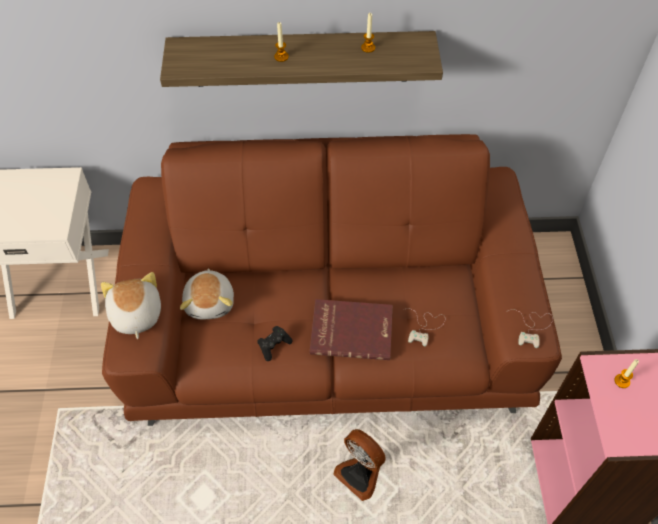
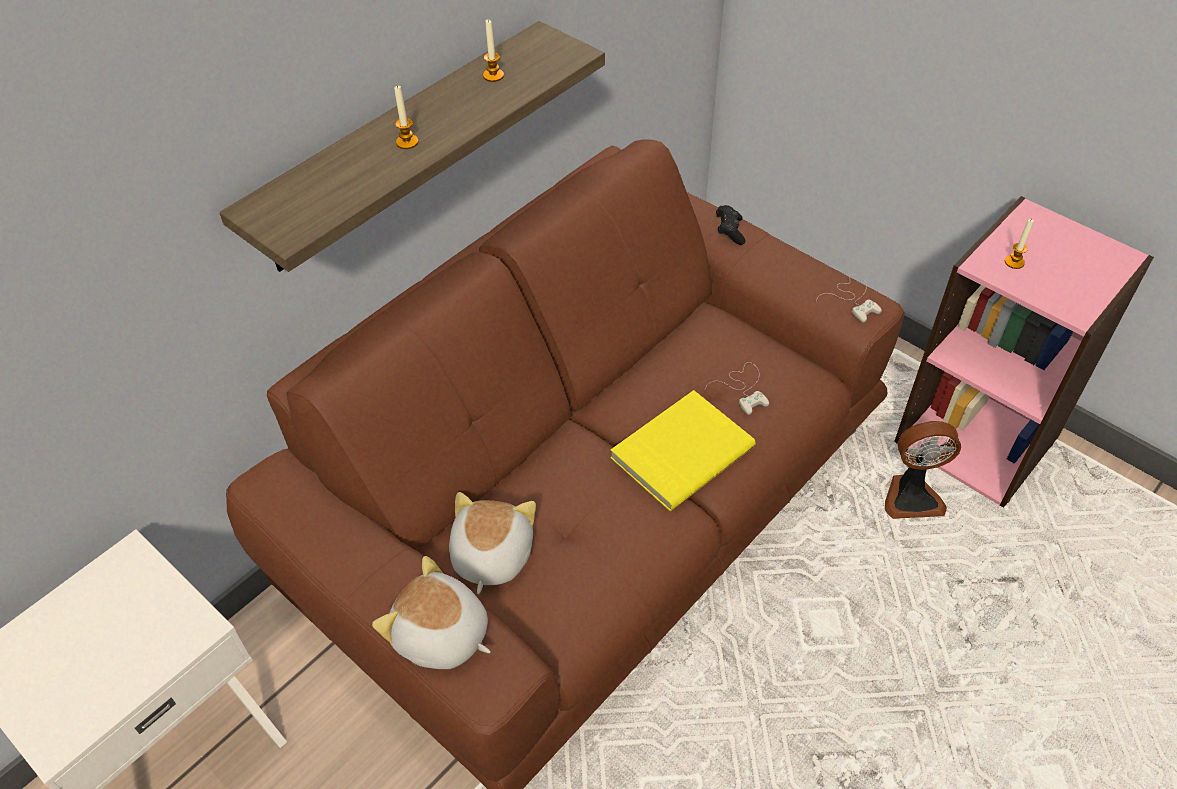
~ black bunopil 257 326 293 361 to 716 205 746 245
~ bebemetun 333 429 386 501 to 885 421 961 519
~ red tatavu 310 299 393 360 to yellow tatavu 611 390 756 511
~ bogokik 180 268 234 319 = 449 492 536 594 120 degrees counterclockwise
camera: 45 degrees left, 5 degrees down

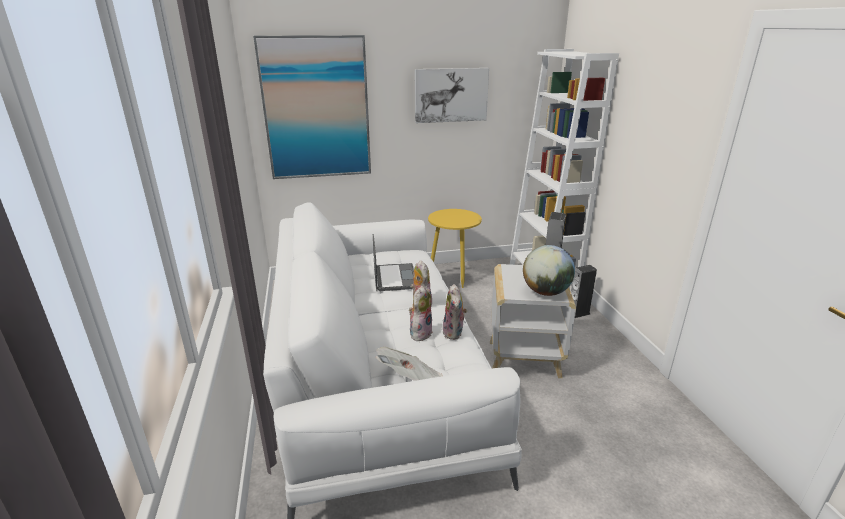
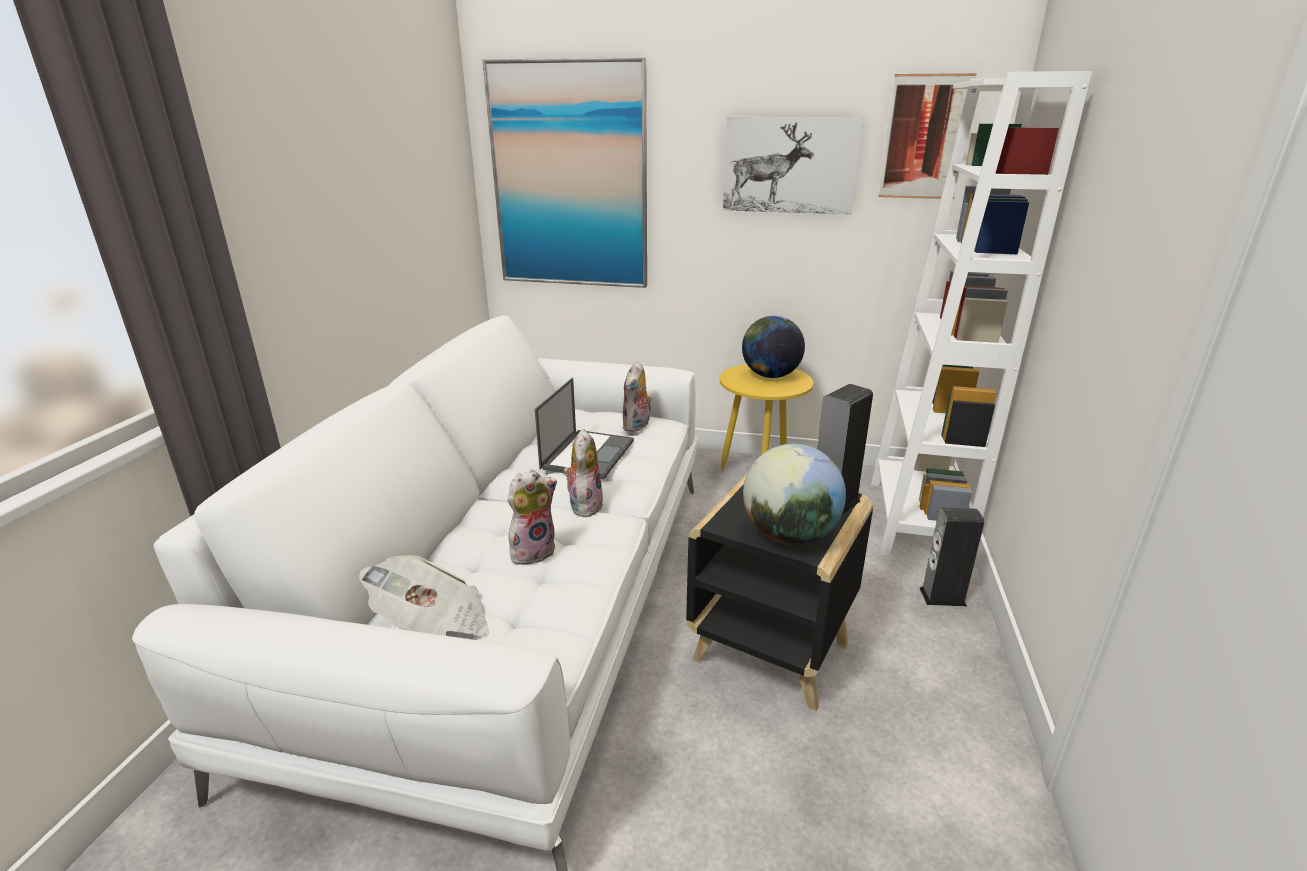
+ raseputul 742 316 805 378
+ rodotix 878 73 977 199
~ bogokik 442 284 467 340 to 622 361 652 432
~ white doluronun 490 264 576 378 to black doluronun 686 474 873 711
camera: 25 degrees right, 0 degrees up

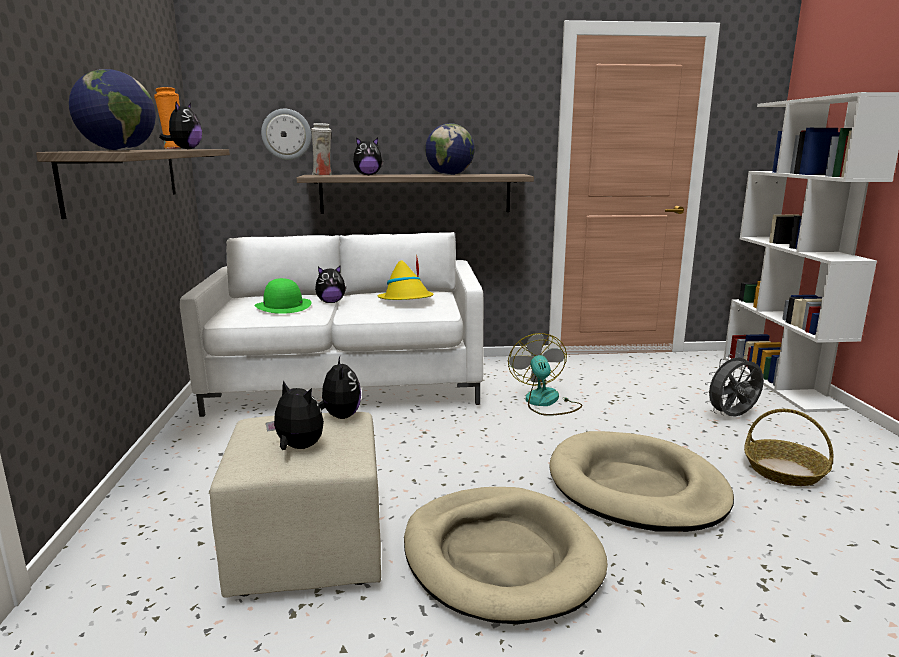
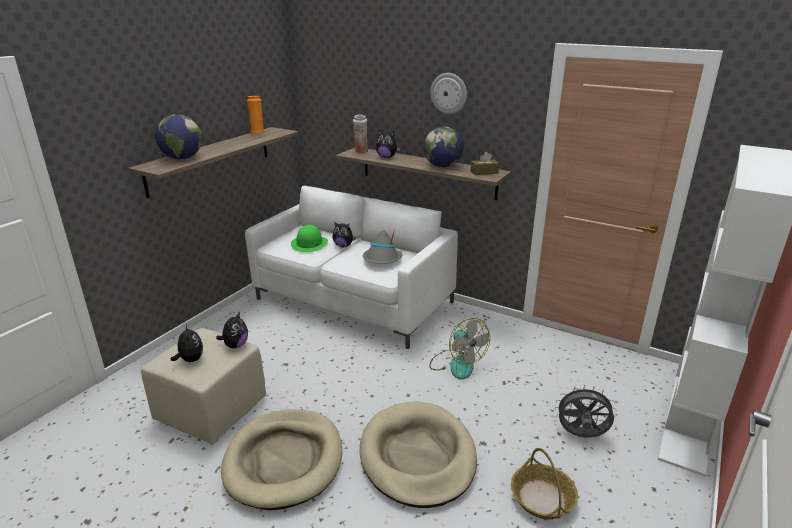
- bogokik 159 102 202 149
+ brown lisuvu 471 152 499 175
~ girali 261 109 311 160 to 430 73 467 114
~ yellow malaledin 378 258 433 300 to grey malaledin 363 228 403 264
~ bebemetun 508 333 582 416 = 429 318 490 380 120 degrees clockwise
camera: 35 degrees right, 10 degrees up

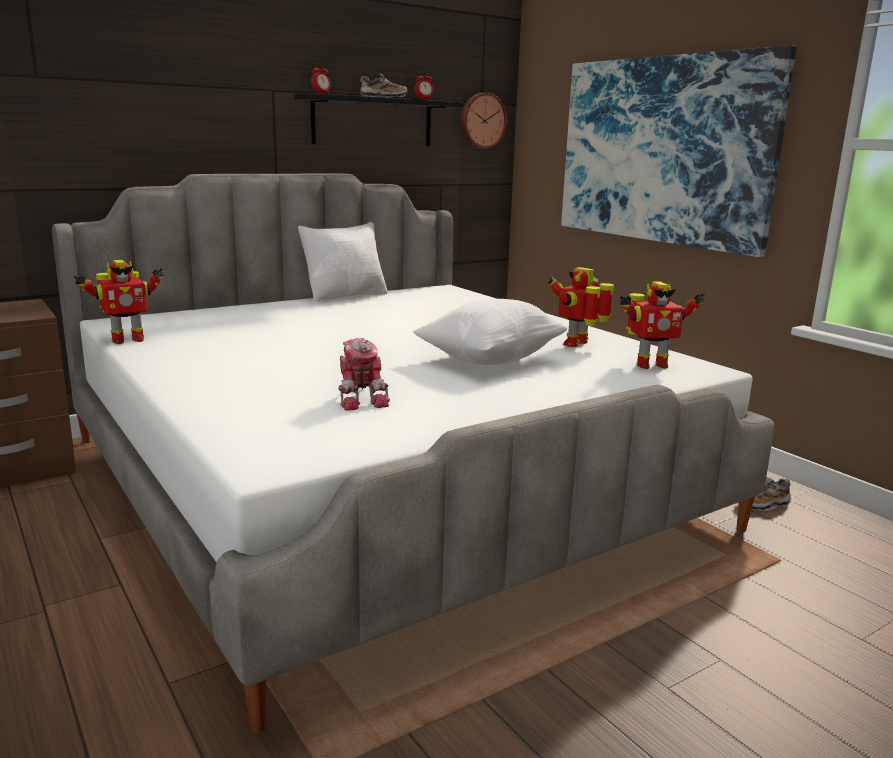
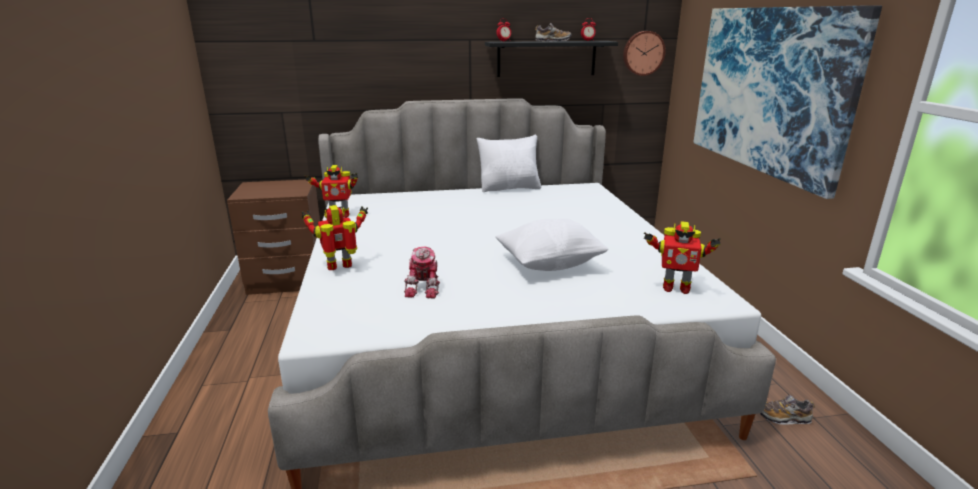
~ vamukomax 548 267 614 347 to 301 205 368 270
camera: 25 degrees right, 5 degrees up

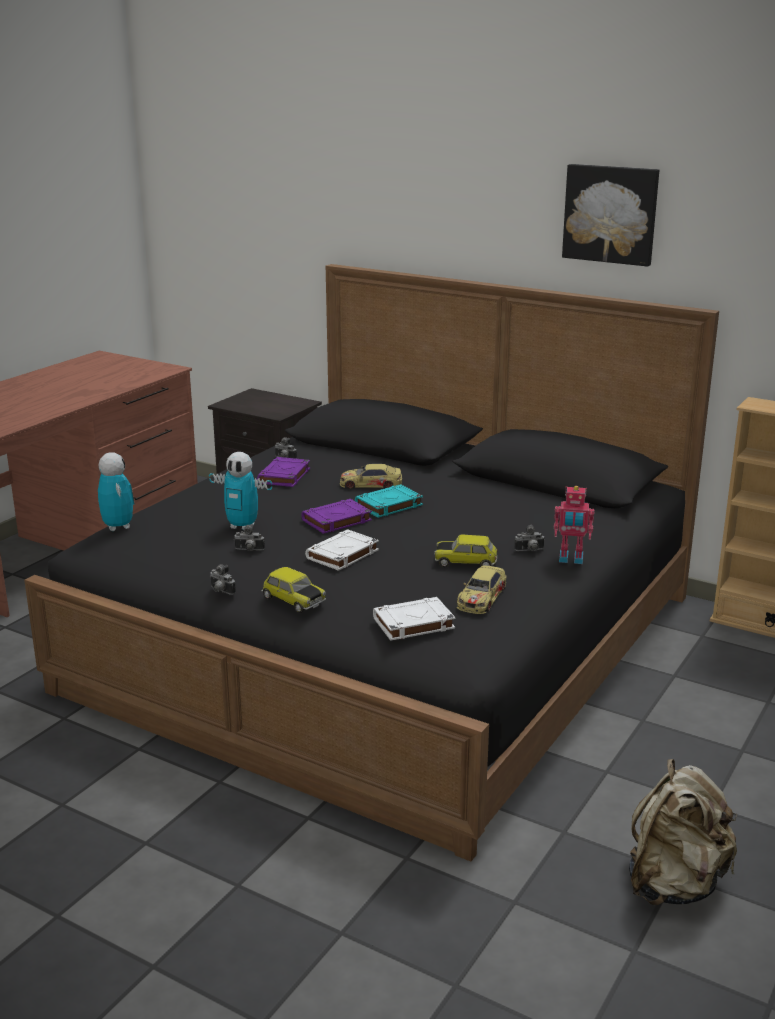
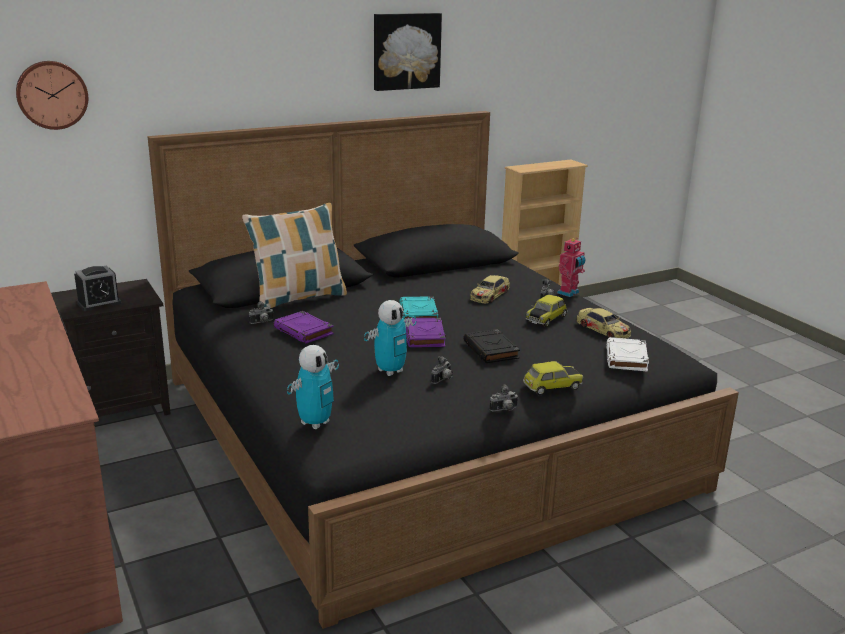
- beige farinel 629 759 737 905
+ girali 16 61 88 130
+ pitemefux 74 266 121 311
+ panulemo 242 203 347 308
~ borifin 340 464 402 489 to 470 275 510 303
~ white tatavu 305 529 379 571 to black tatavu 463 329 520 363
~ vamukomax 98 452 134 531 = 287 345 339 429 120 degrees clockwise
camera: 60 degrees left, 0 degrees up

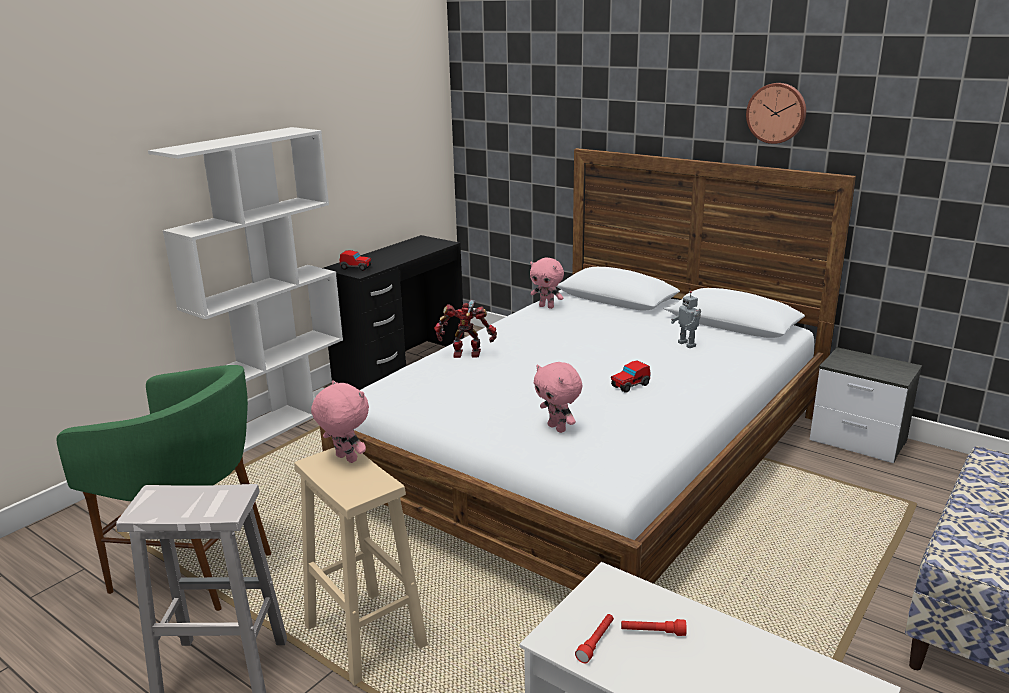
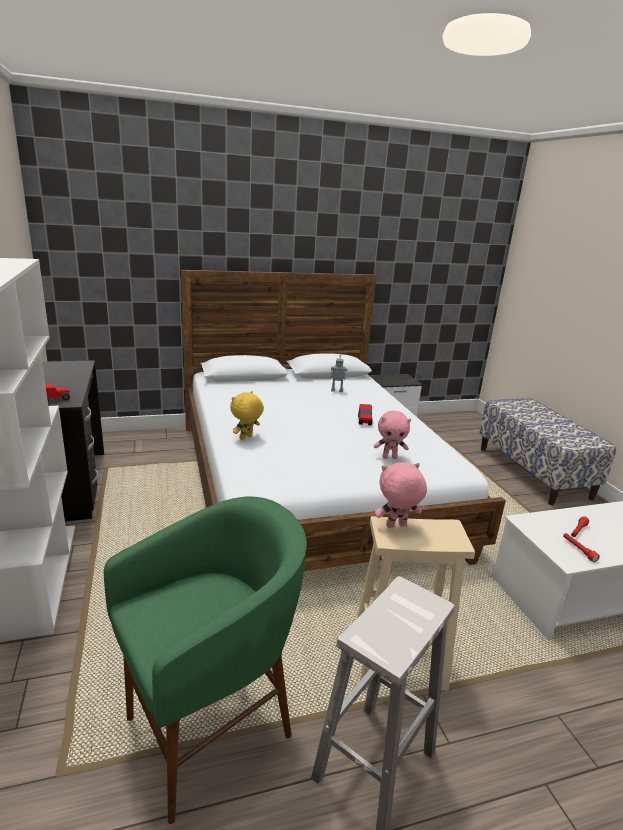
- pink bogokik 530 258 564 309
- girali 746 83 806 144
~ vamukomax 434 300 497 358 to yellow bogokik 230 391 264 440
camera: 55 degrees left, 0 degrees up

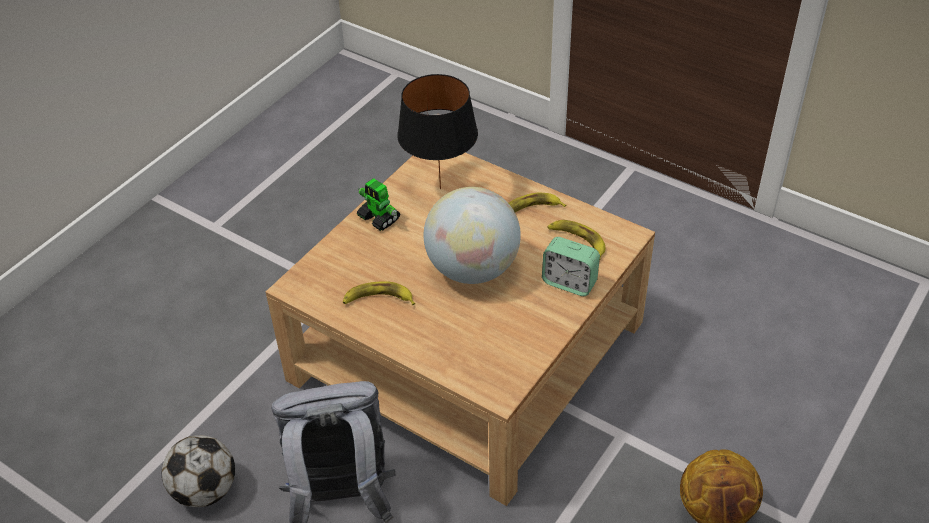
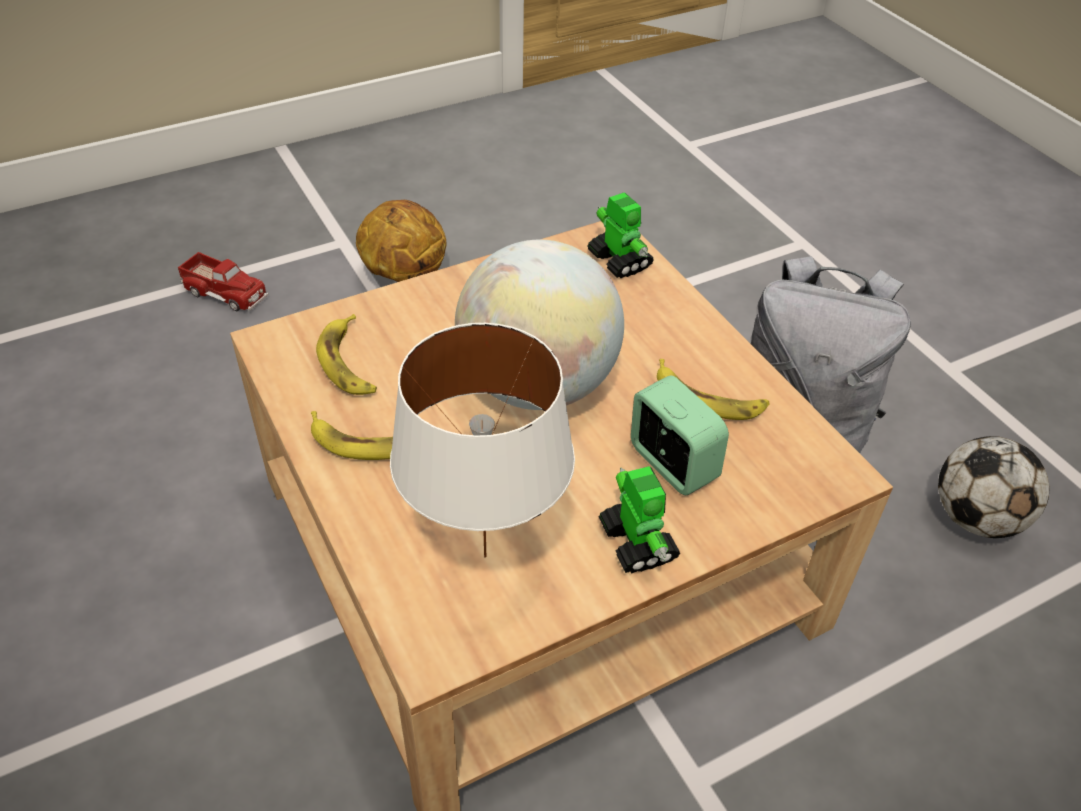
+ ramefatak 178 252 269 311
+ vamukomax 587 193 654 278
~ pitemefux 542 237 600 296 to 631 375 729 495
~ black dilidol 397 74 478 189 to white dilidol 390 323 575 558
camera: 155 degrees left, 0 degrees up

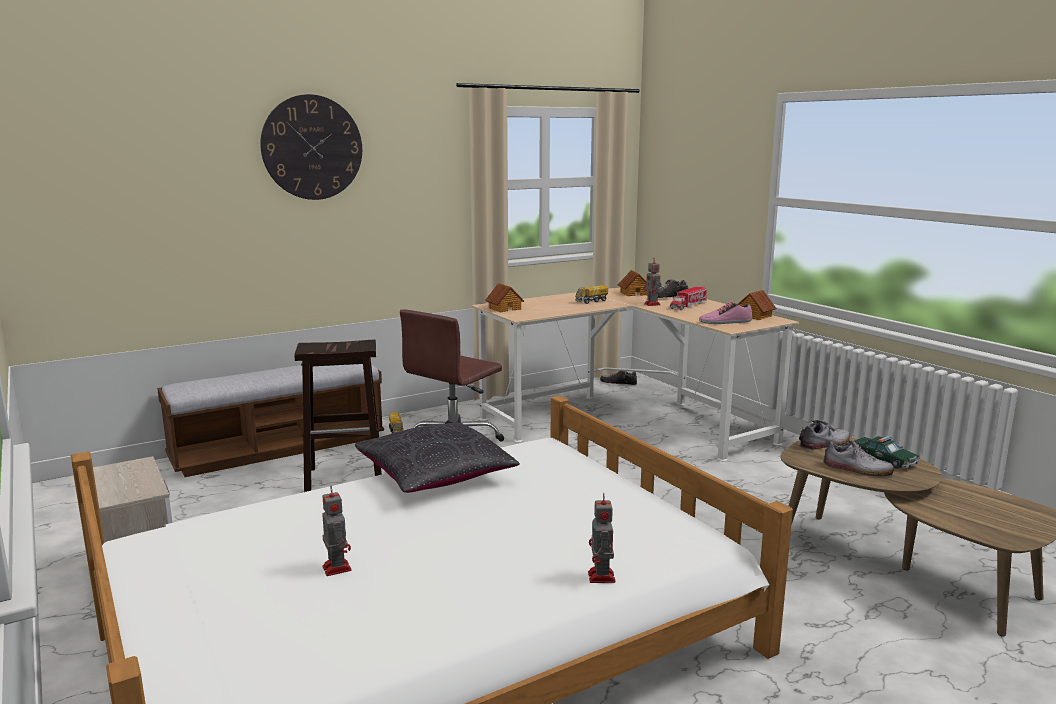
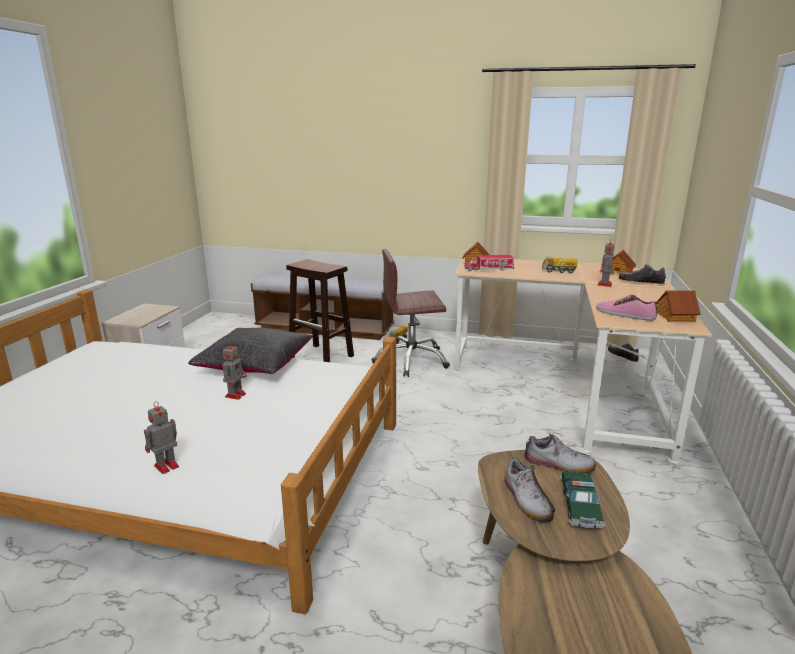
- girali 260 94 362 200
~ vamukomax 322 486 352 576 to 223 341 247 400
~ ramefatak 670 286 707 310 to 464 255 515 271
camera: 45 degrees right, 5 degrees up

